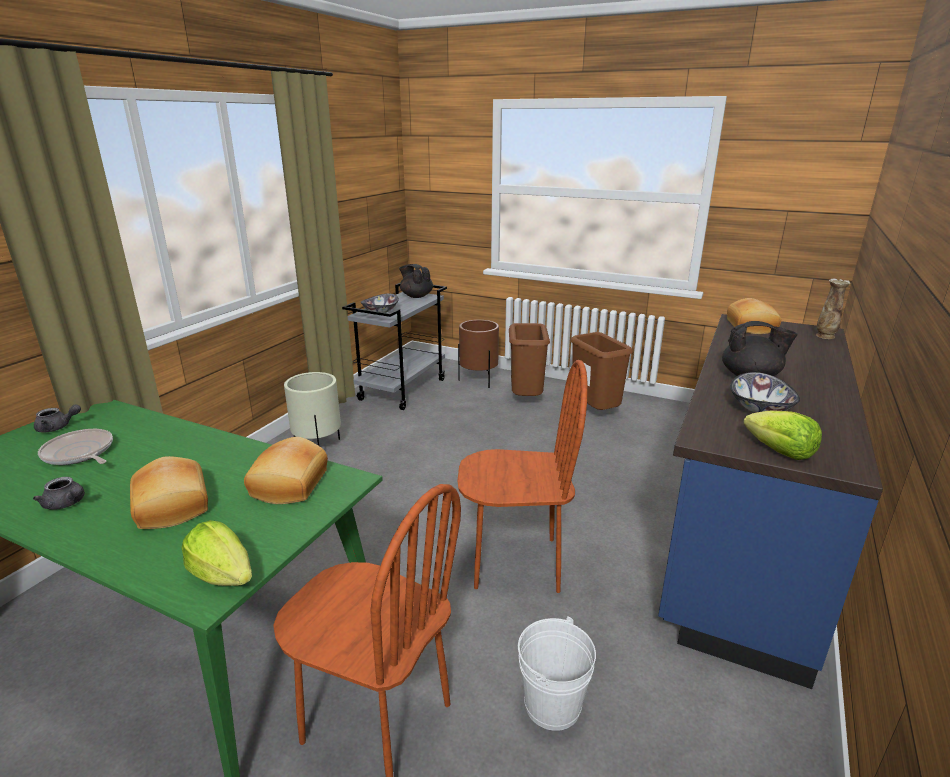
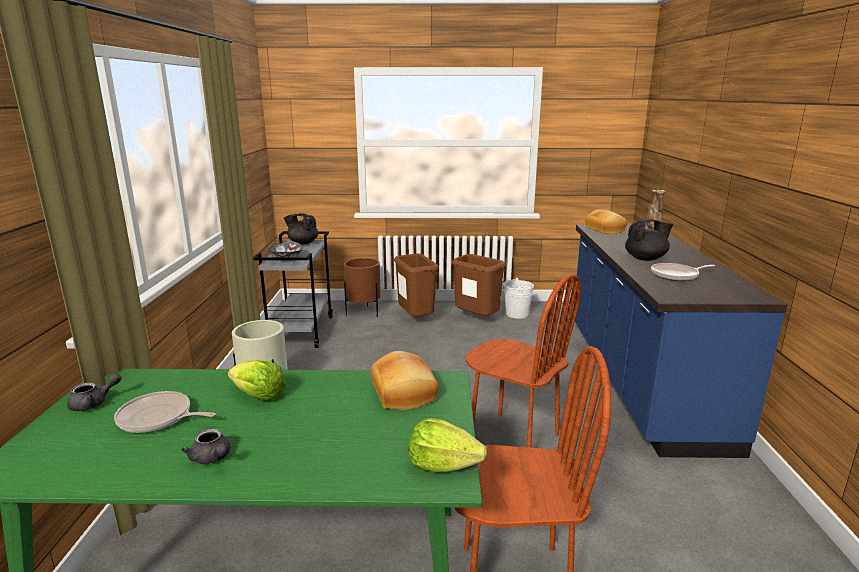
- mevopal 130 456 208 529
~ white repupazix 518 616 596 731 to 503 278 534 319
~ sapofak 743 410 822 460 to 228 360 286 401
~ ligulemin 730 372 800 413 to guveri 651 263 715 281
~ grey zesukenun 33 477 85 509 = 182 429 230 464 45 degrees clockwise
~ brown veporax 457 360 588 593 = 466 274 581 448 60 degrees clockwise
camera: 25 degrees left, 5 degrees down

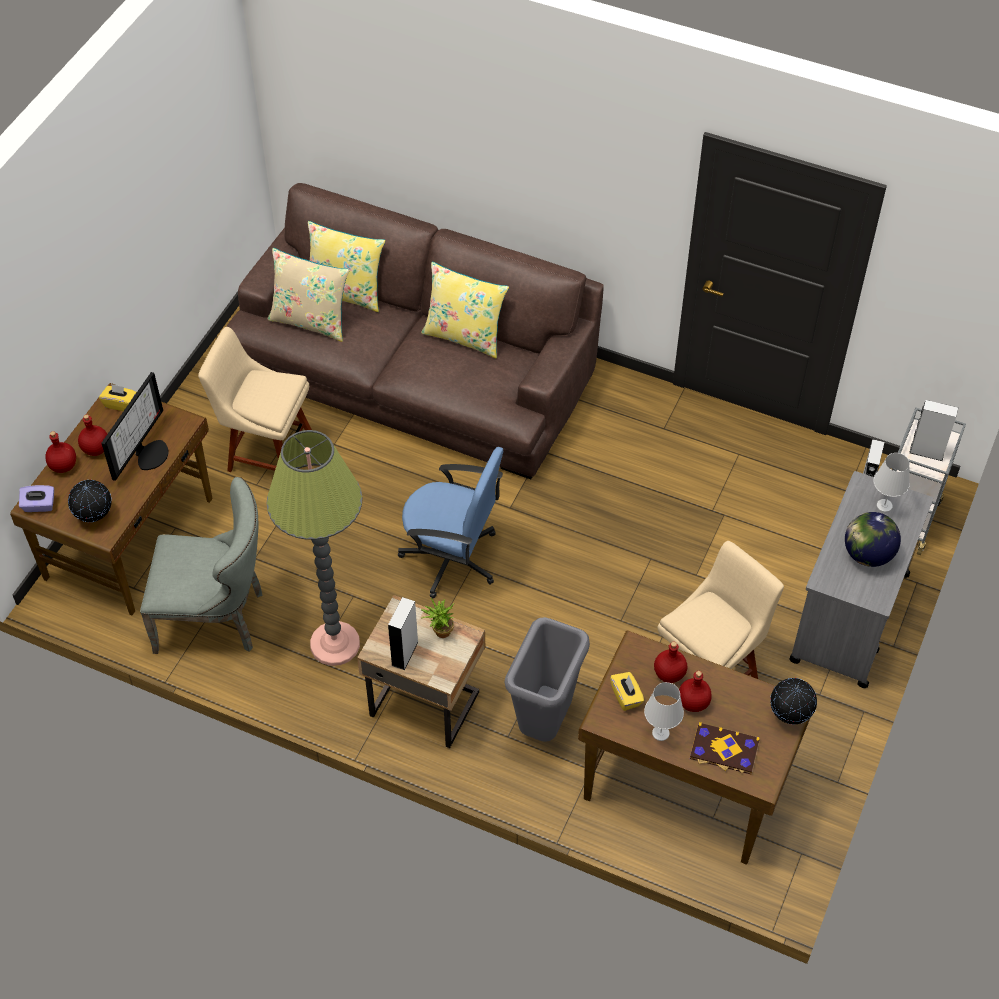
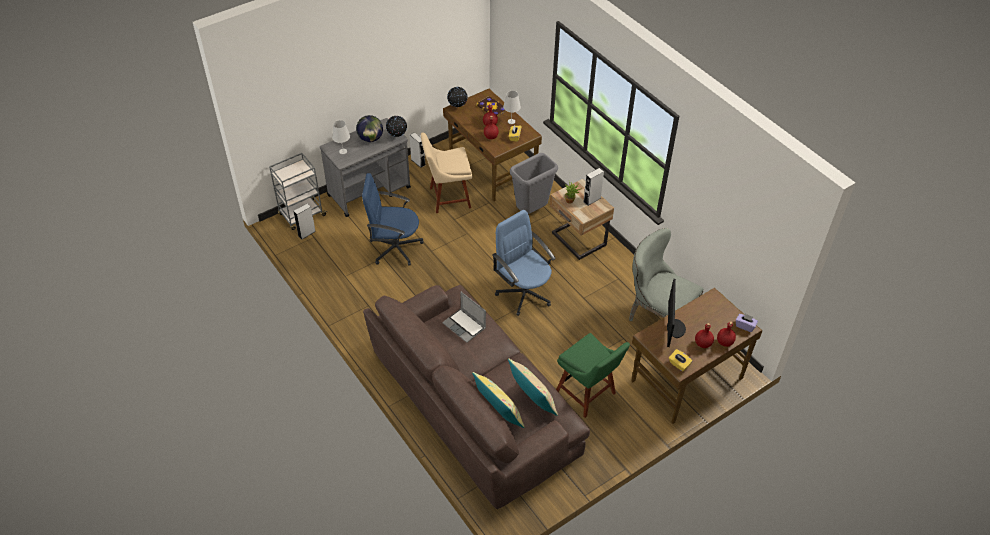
- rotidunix 267 430 363 666
- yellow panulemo 421 262 509 358
+ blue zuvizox 362 173 424 266
+ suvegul 442 292 486 343
~ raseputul 68 480 112 522 to 386 116 407 137
~ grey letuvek 909 400 958 461 to 410 132 425 168
~ beige veporax 198 327 312 472 to green veporax 556 333 630 418
~ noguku 101 372 169 481 = 667 279 686 347 135 degrees clockwise
camera: 150 degrees left, 5 degrees down

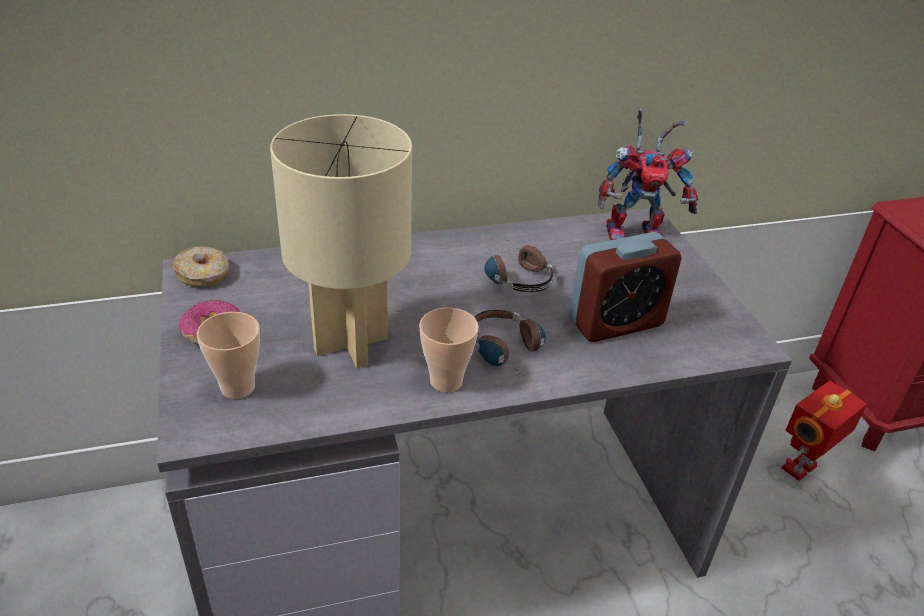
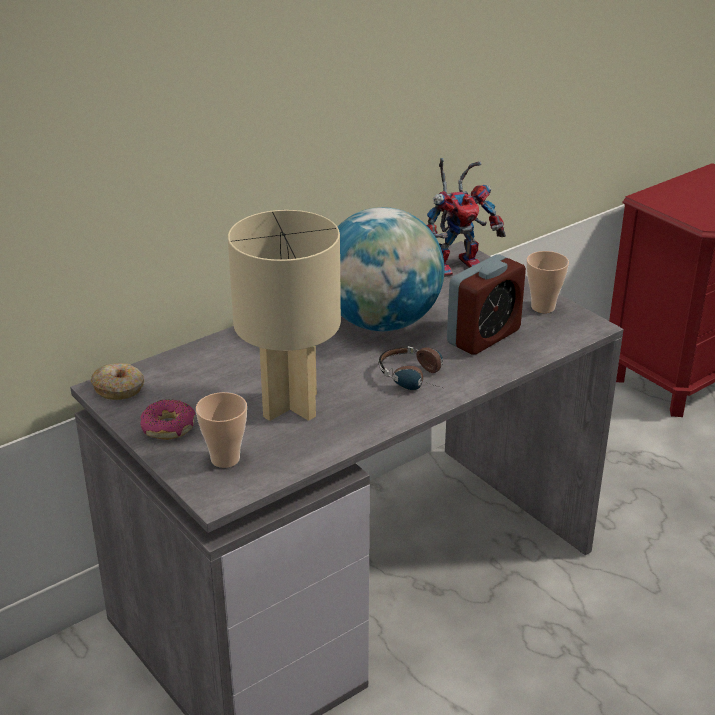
- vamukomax 782 381 867 481
~ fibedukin 419 307 479 392 to 526 251 569 313
~ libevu 484 238 553 292 to raseputul 338 207 445 331
camera: 20 degrees left, 5 degrees down

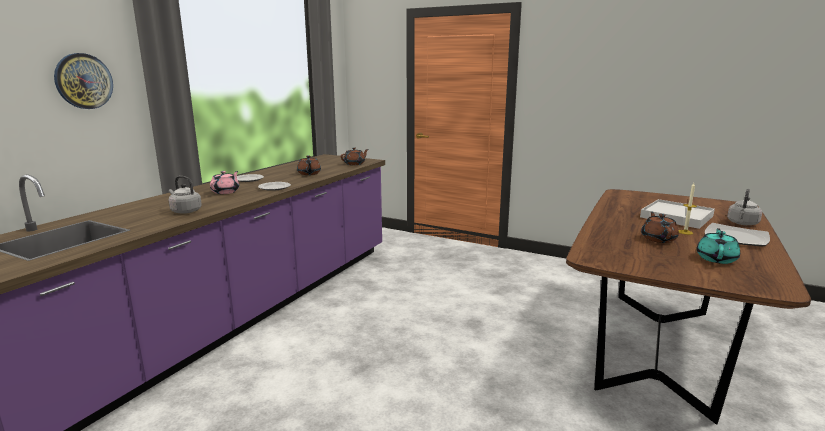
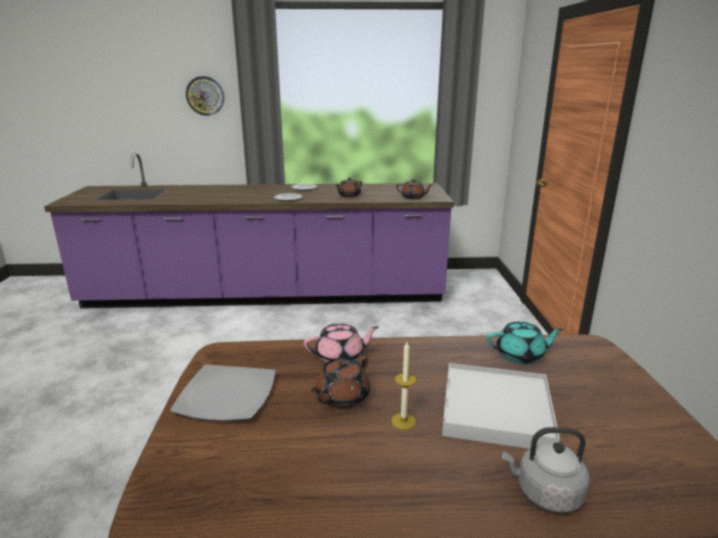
- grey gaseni 169 176 202 214
~ pink zesukenun 210 171 239 194 to 304 323 379 363
~ turquoise zesukenun 696 228 740 264 to 487 321 564 364
~ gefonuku 705 223 770 247 to 170 365 276 421
~ brown zesukenun 641 212 679 243 = 311 356 370 408 150 degrees clockwise
camera: 60 degrees right, 5 degrees up

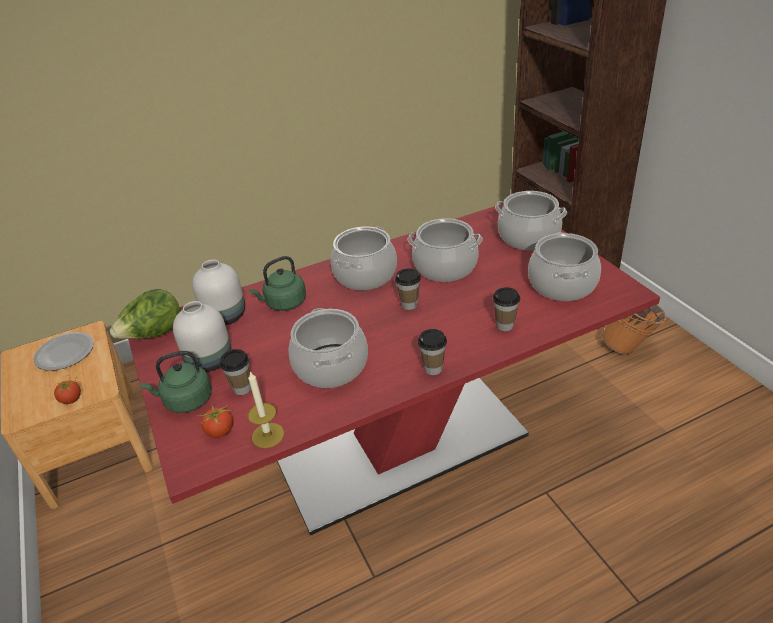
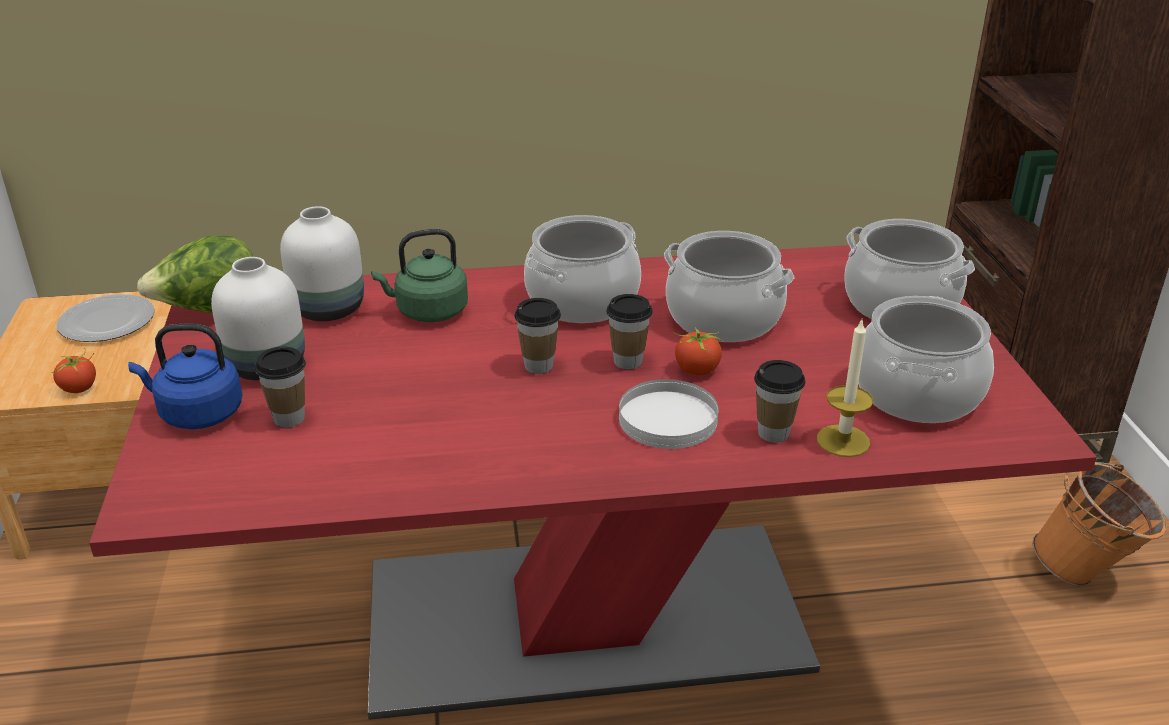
- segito 288 308 368 388
+ white gefonuku 619 379 718 449
~ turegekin 196 406 233 438 to 673 327 724 375
~ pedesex 248 371 284 448 to 817 318 873 457
~ fibedukin 418 329 447 375 to 515 298 561 374
~ green gaseni 140 351 212 413 to blue gaseni 128 324 243 429
camera: 15 degrees right, 5 degrees down

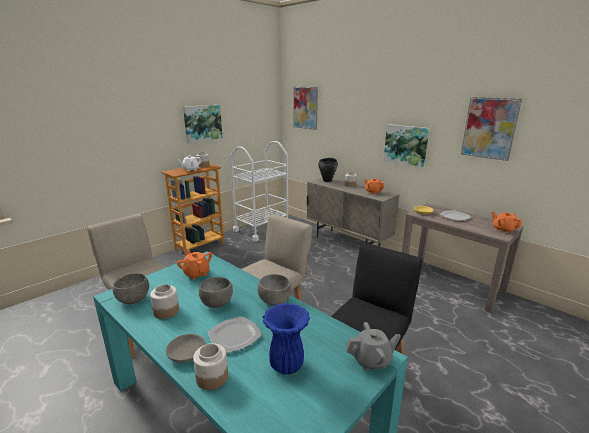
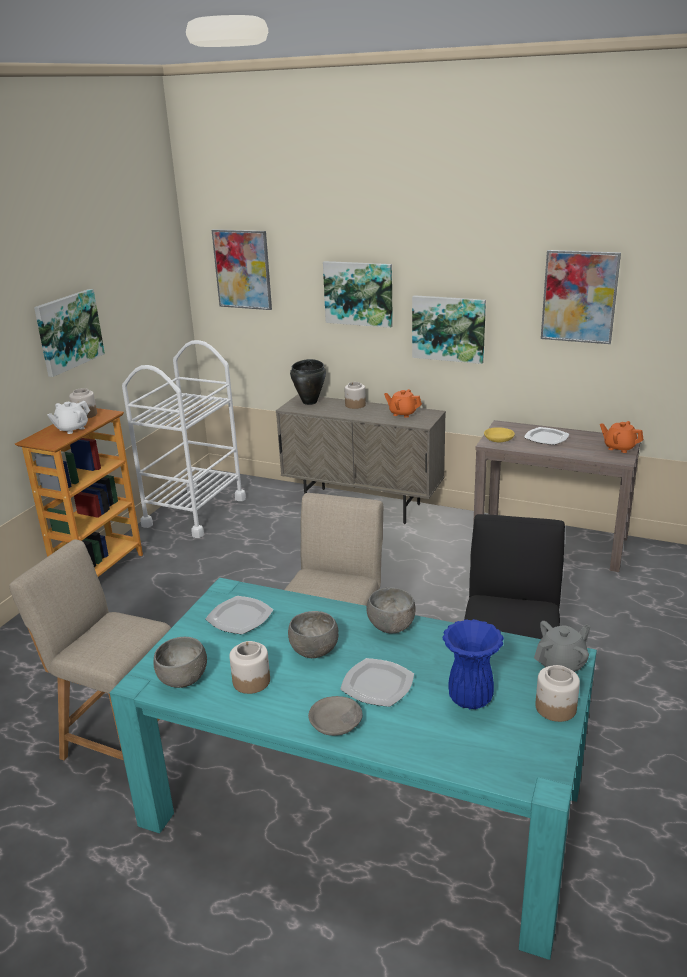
+ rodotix 323 261 393 328
~ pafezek 193 343 228 390 to 535 665 580 722
~ orange zesukenun 177 250 212 280 to gefonuku 206 596 273 635
camera: 20 degrees left, 5 degrees up

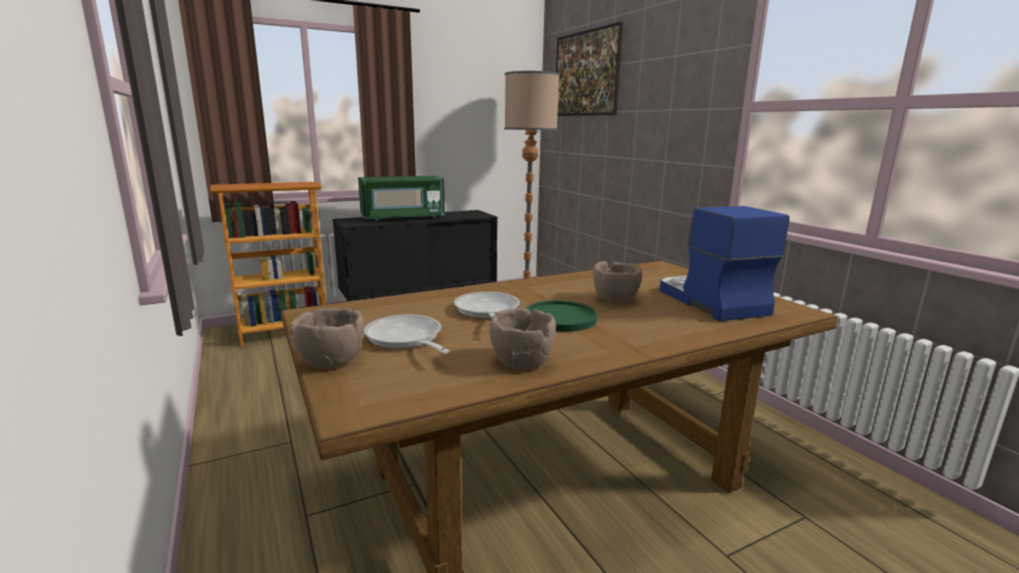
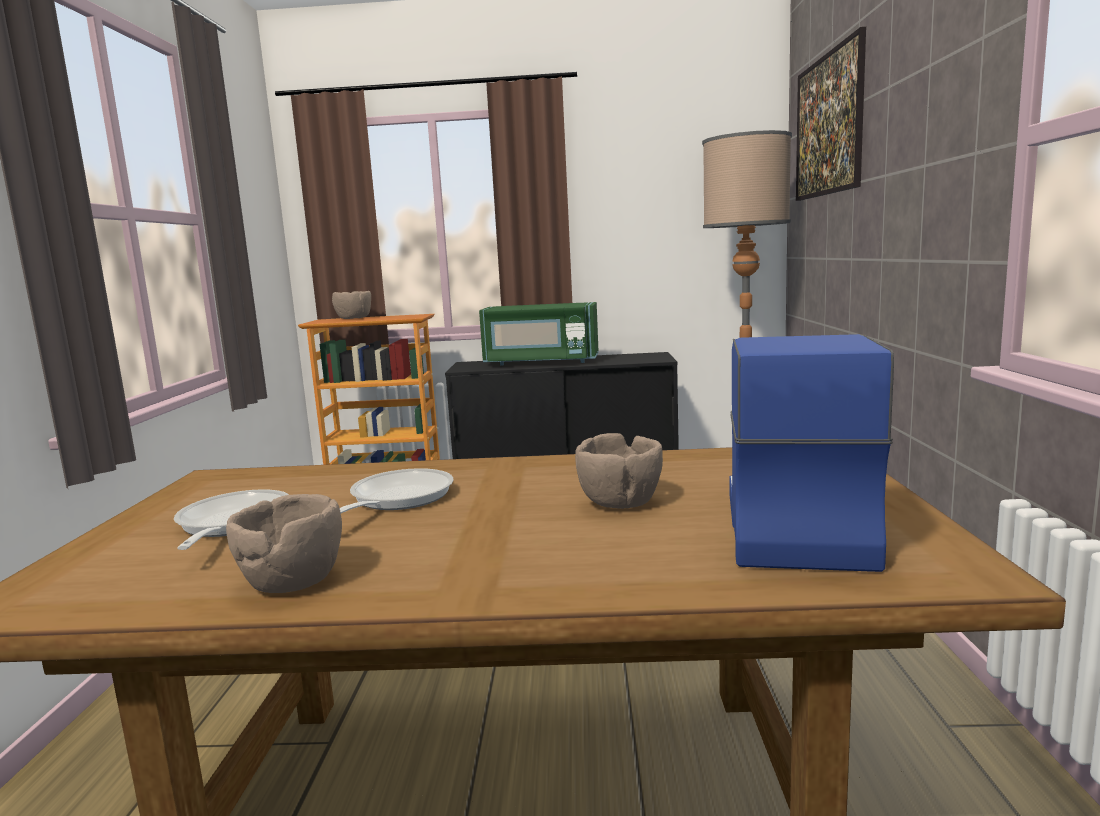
- green gefonuku 525 300 598 332
~ brown ligulemin 290 308 364 368 to 332 291 371 319
camera: 30 degrees right, 5 degrees down

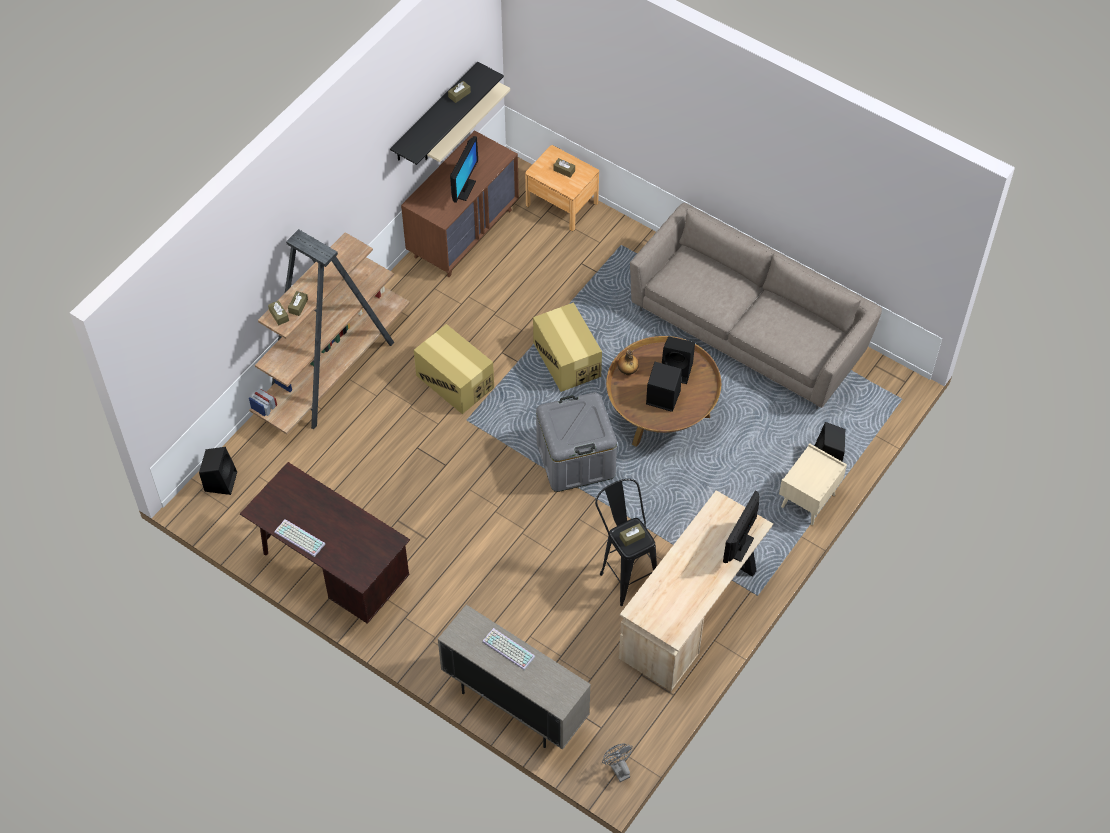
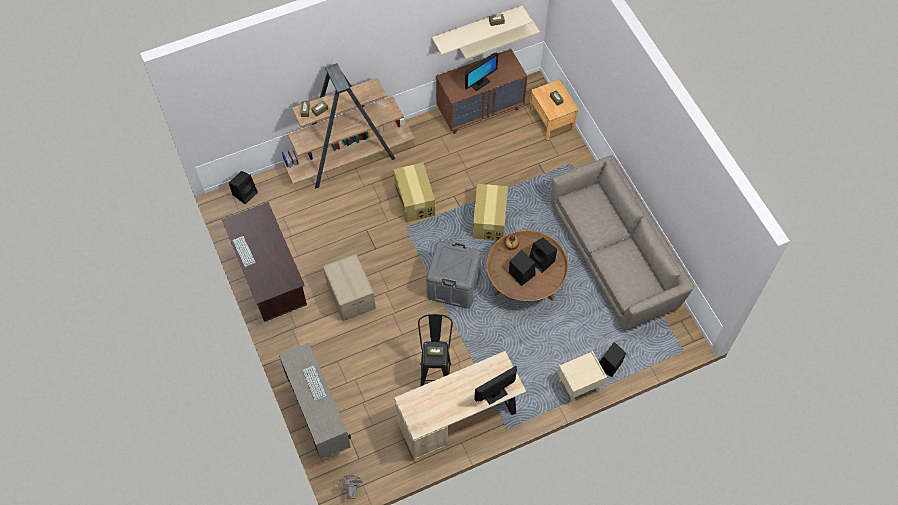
+ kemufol 323 254 376 321
~ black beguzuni 390 61 504 165 to beige beguzuni 432 6 532 55
camera: 30 degrees right, 5 degrees up

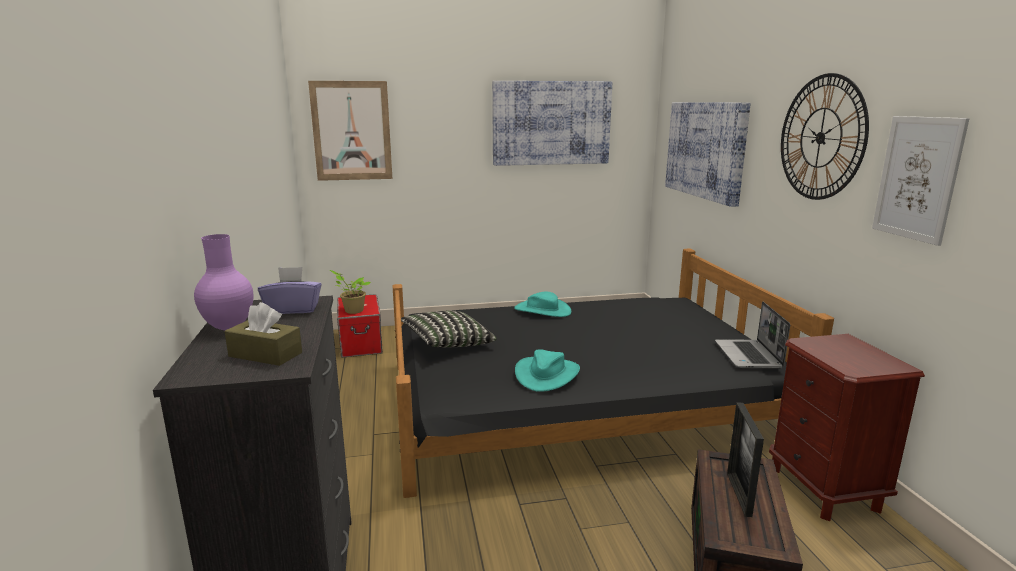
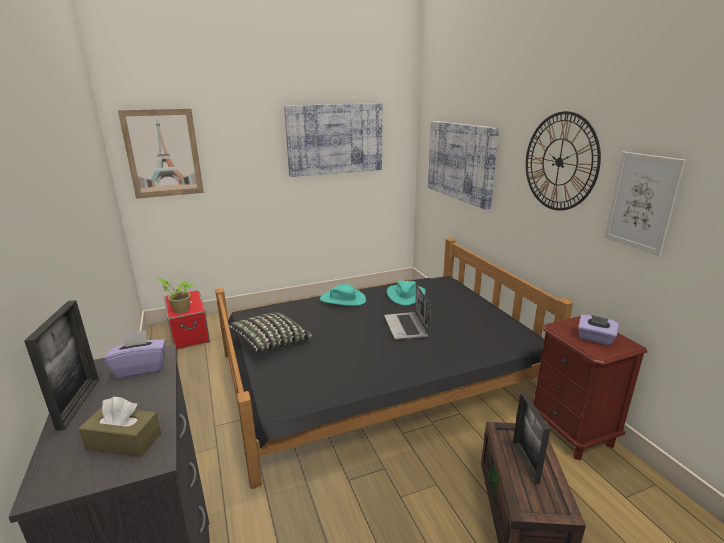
+ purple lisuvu 578 315 619 345
~ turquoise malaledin 515 349 580 392 to 387 280 426 306
~ suvegul 715 302 790 369 to 384 284 431 340
~ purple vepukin 194 234 253 330 to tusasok 24 300 99 431
camera: 10 degrees left, 5 degrees up

